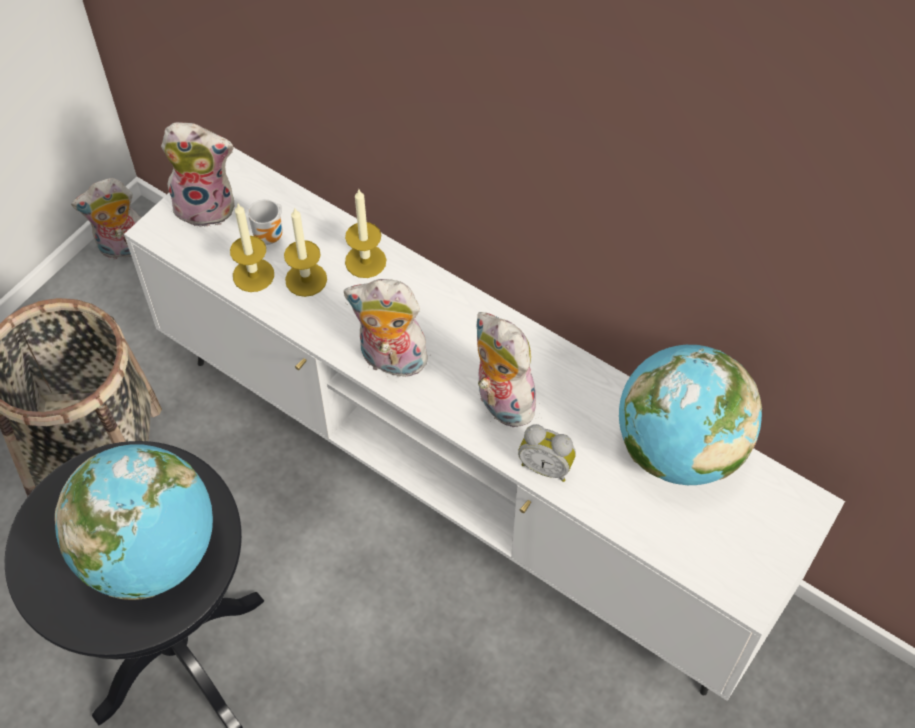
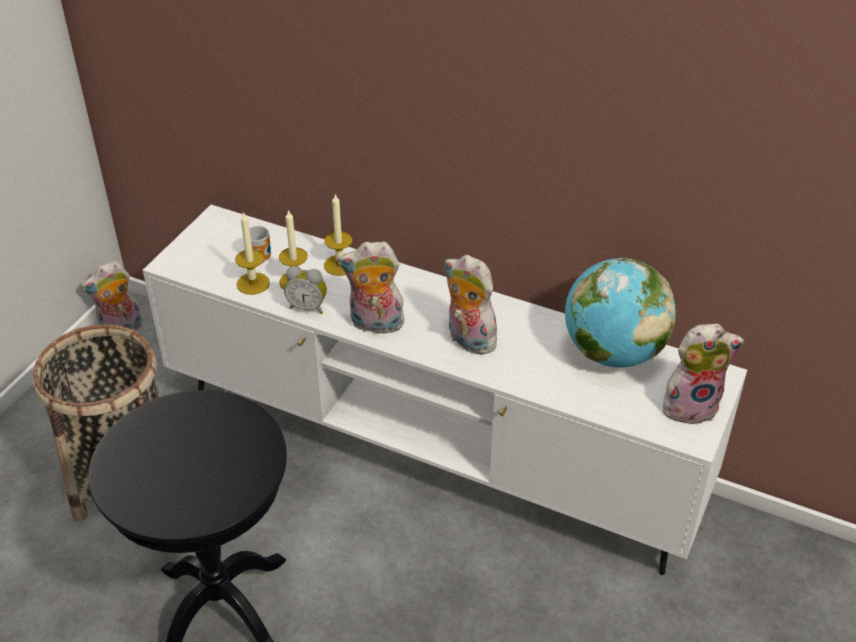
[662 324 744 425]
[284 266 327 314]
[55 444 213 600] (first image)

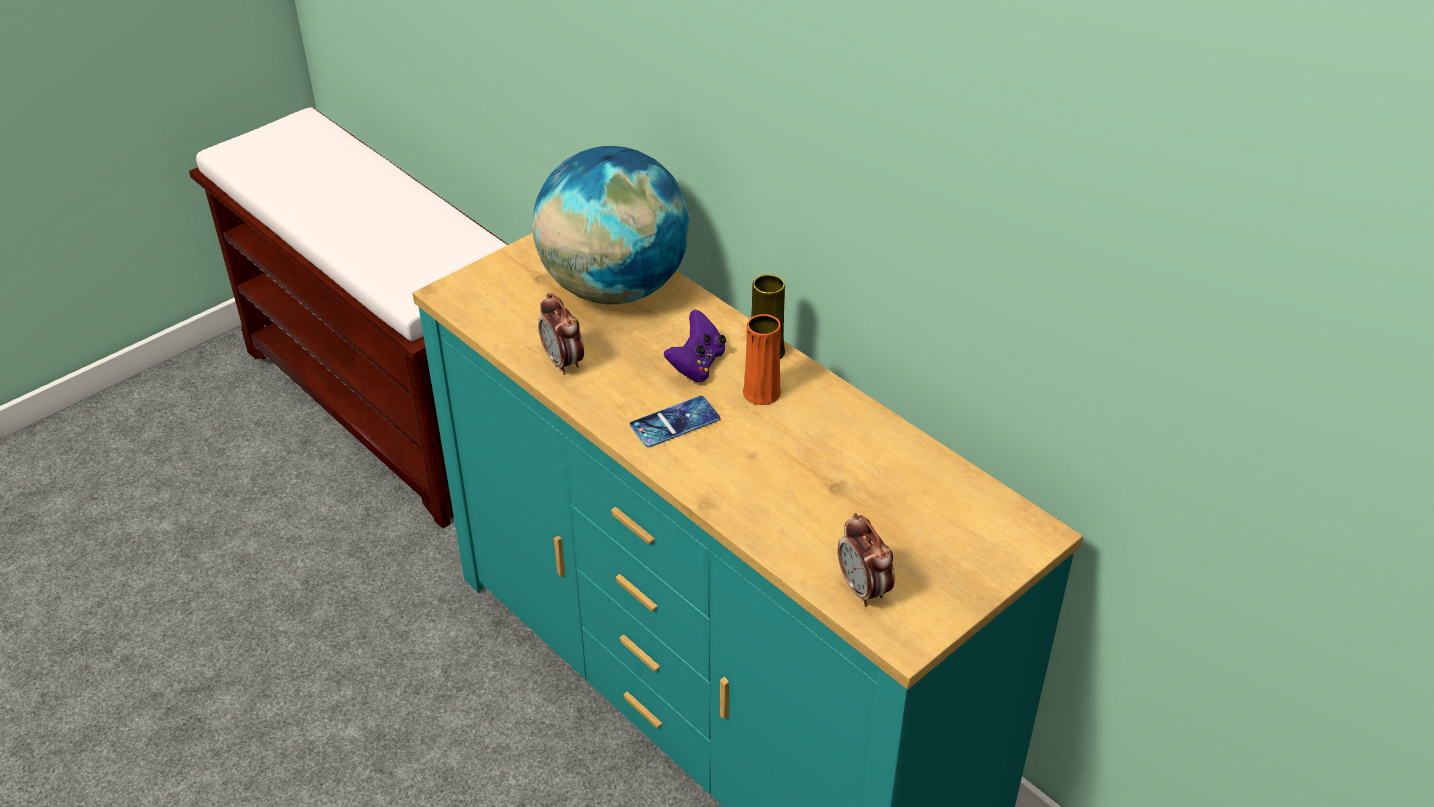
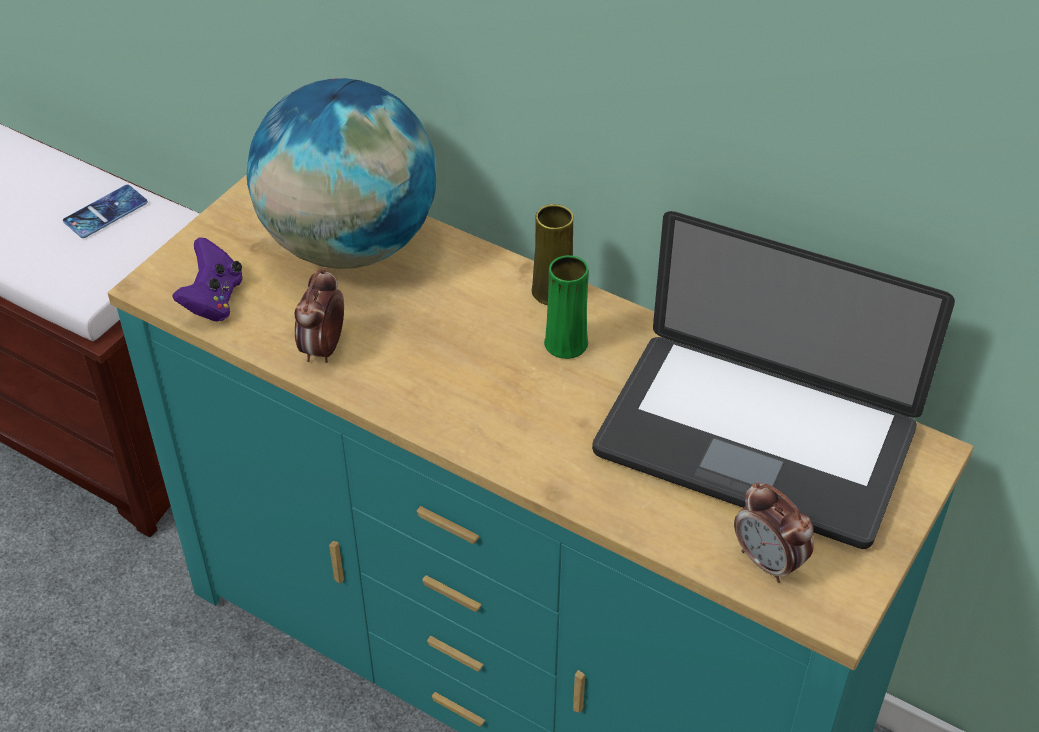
[295 267 344 363]
[173 237 242 322]
[544 255 589 359]
[63 185 148 238]
[592 211 955 549]

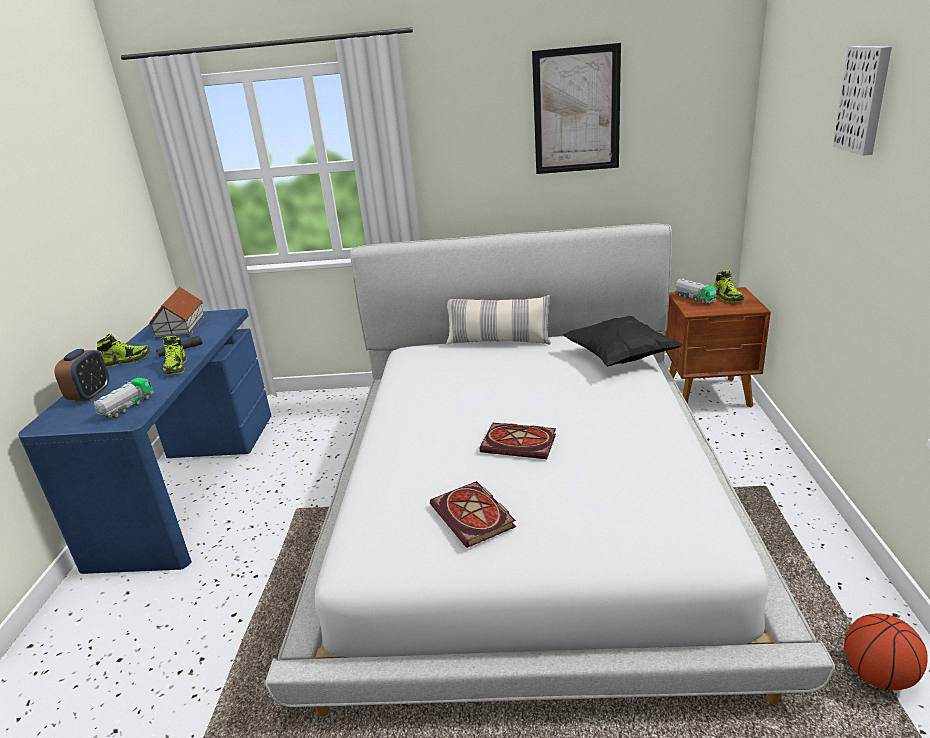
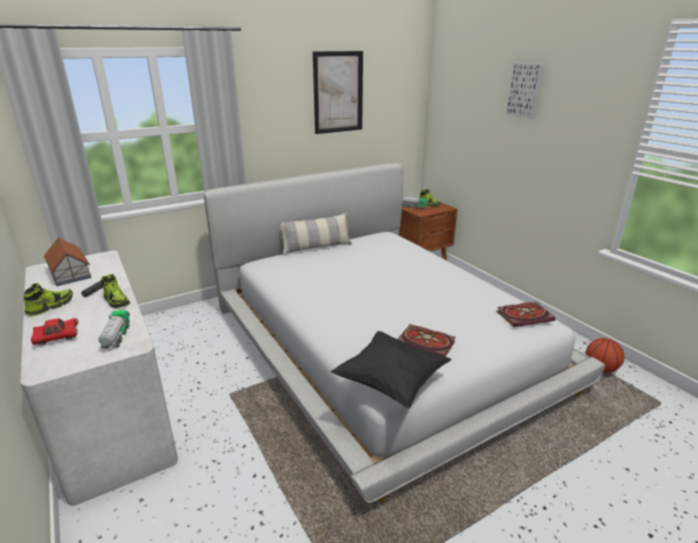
[20 251 178 506]
[331 331 451 408]
[31 318 78 345]
[497 302 555 327]

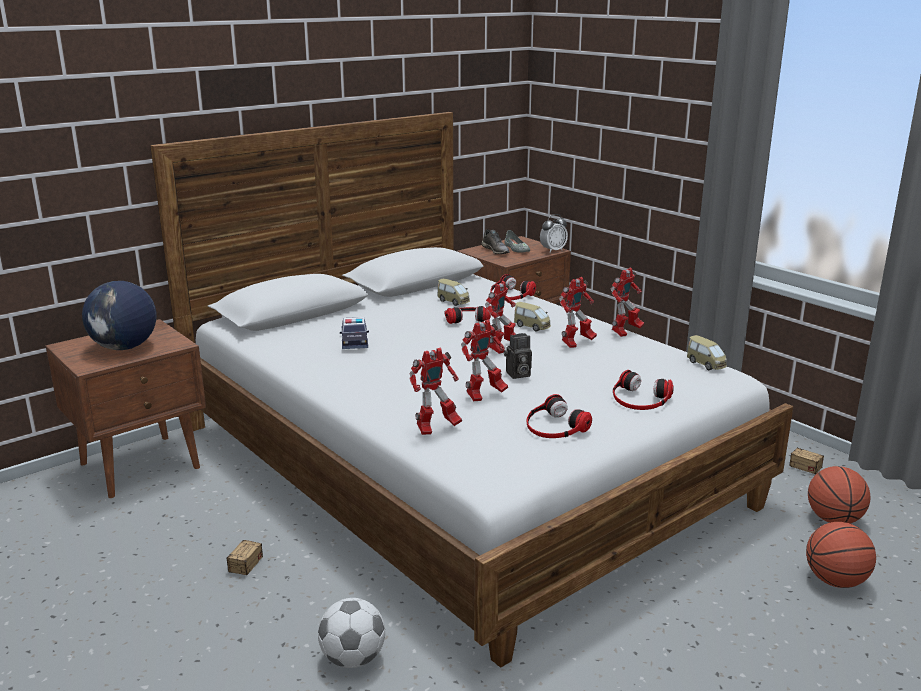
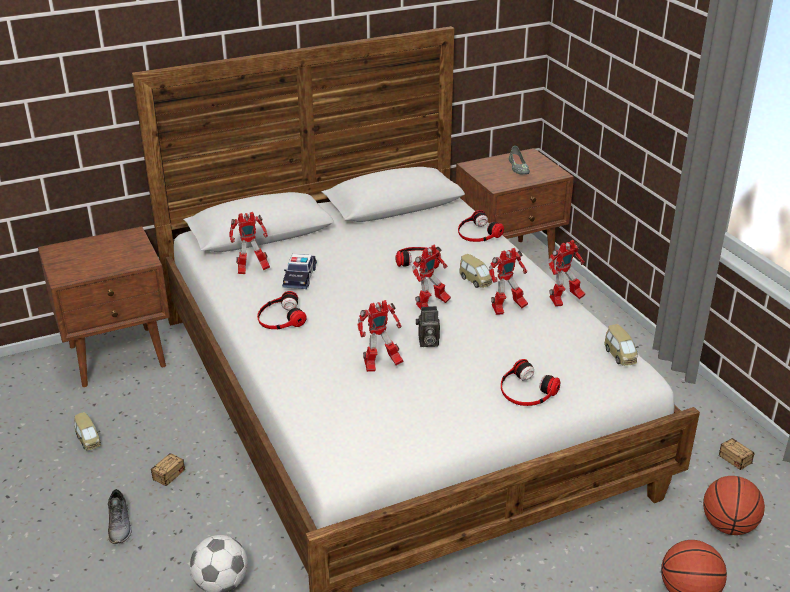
[540 214 568 252] (first image)
[108 489 132 544]
[74 412 101 450]
[82 281 157 350] (first image)
[229 212 270 274]
[257 291 307 329]

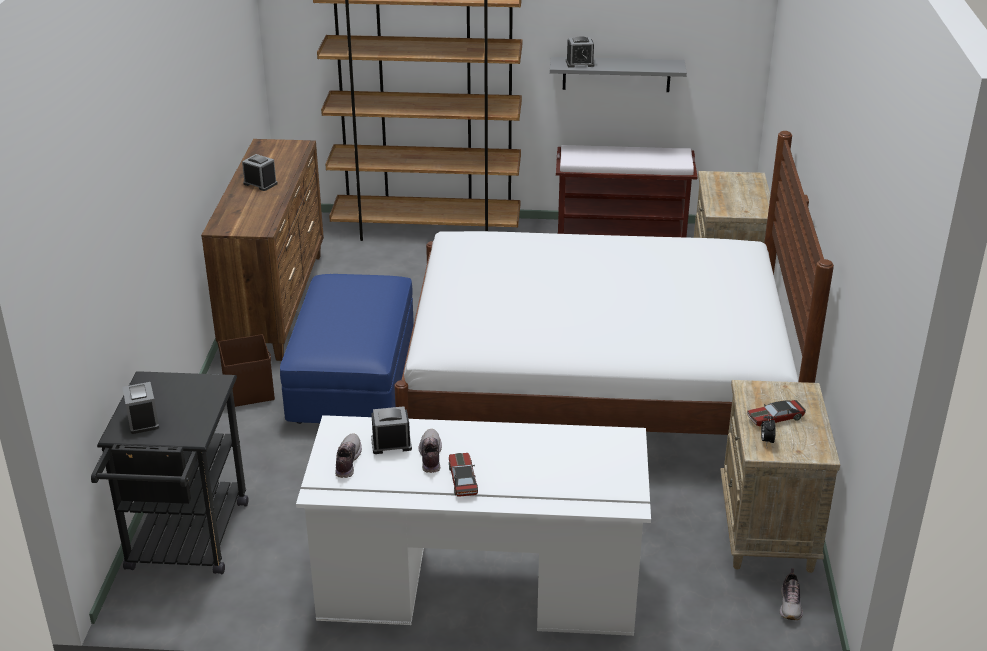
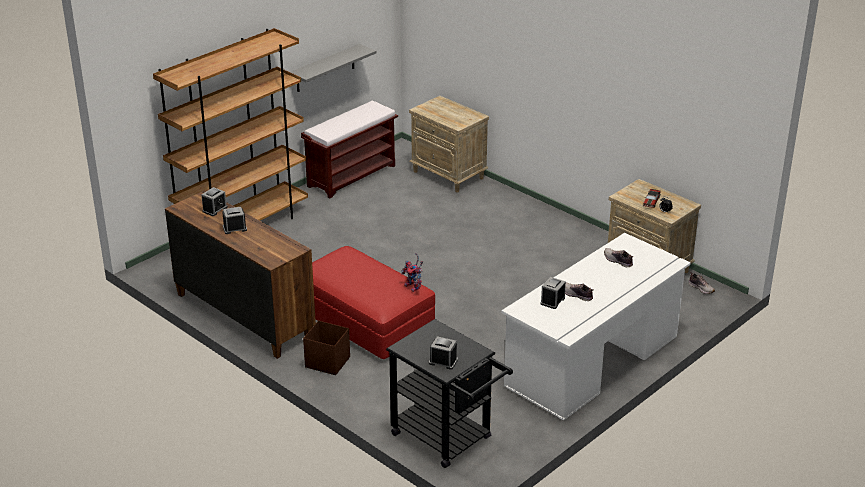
[201 187 227 216]
[394 131 834 435] (first image)
[312 246 435 359]
[604 248 634 268]
[449 453 478 497] (first image)
[402 253 423 292]

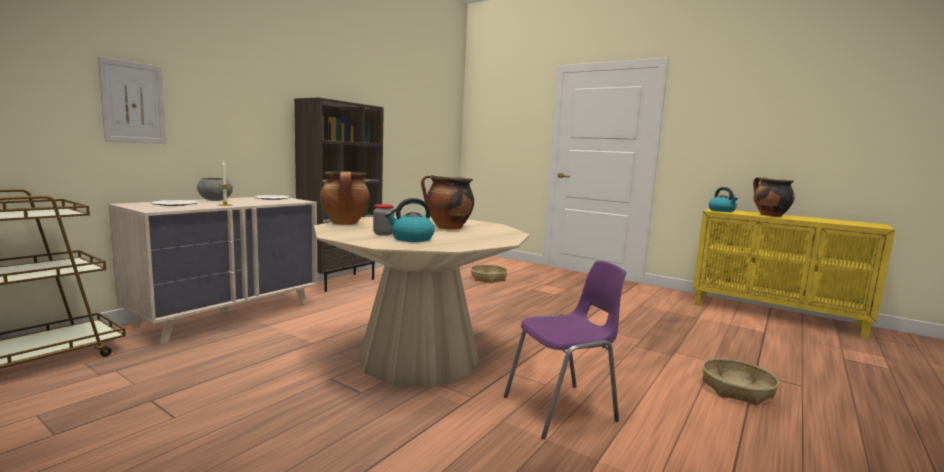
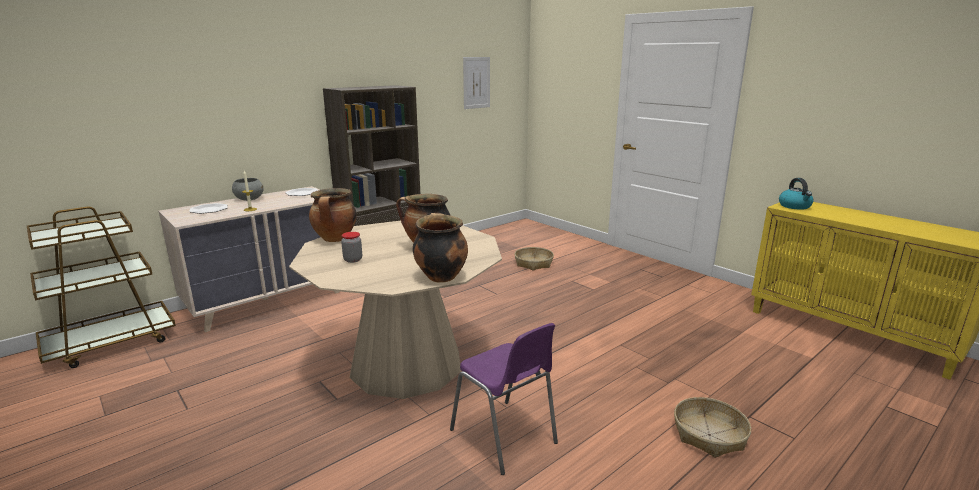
[463 57 490 109]
[413 213 468 283]
[385 198 435 242] (first image)
[450 323 558 475]

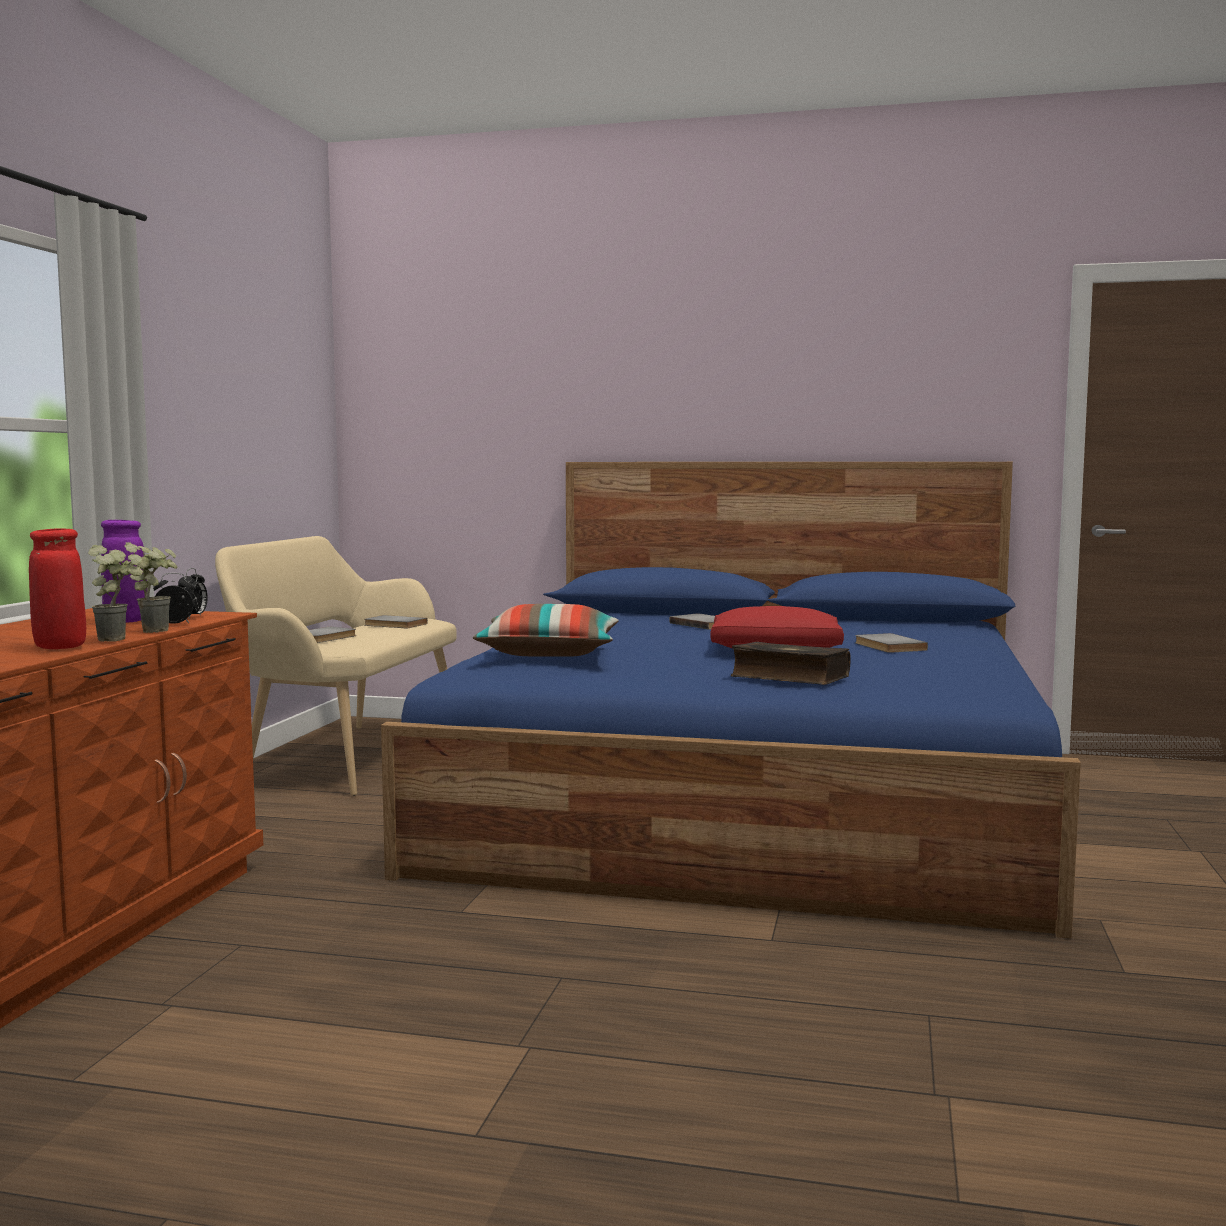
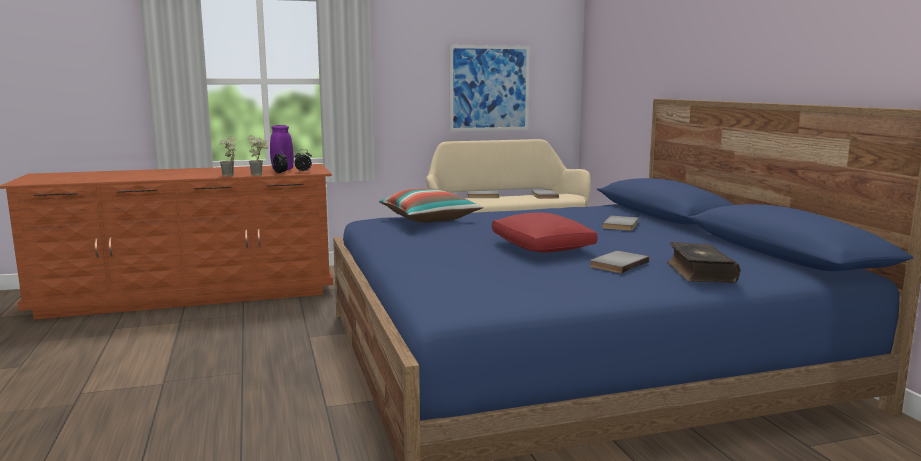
[29 529 86 649] (first image)
[667 242 740 283]
[449 45 530 131]

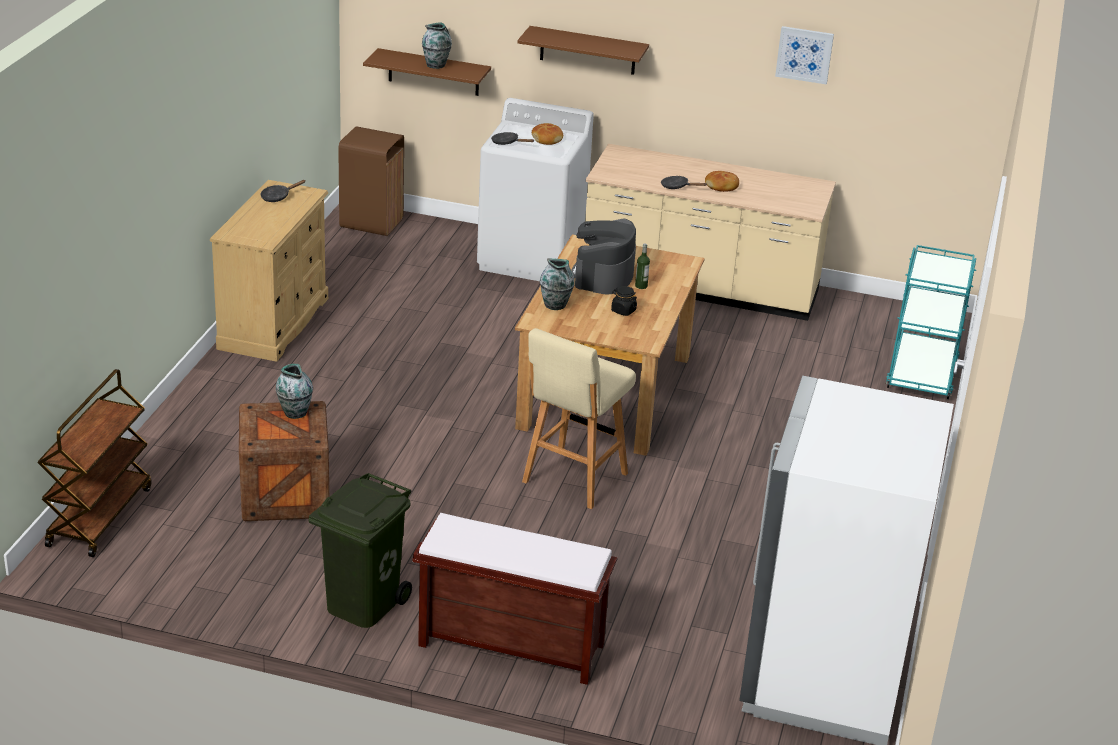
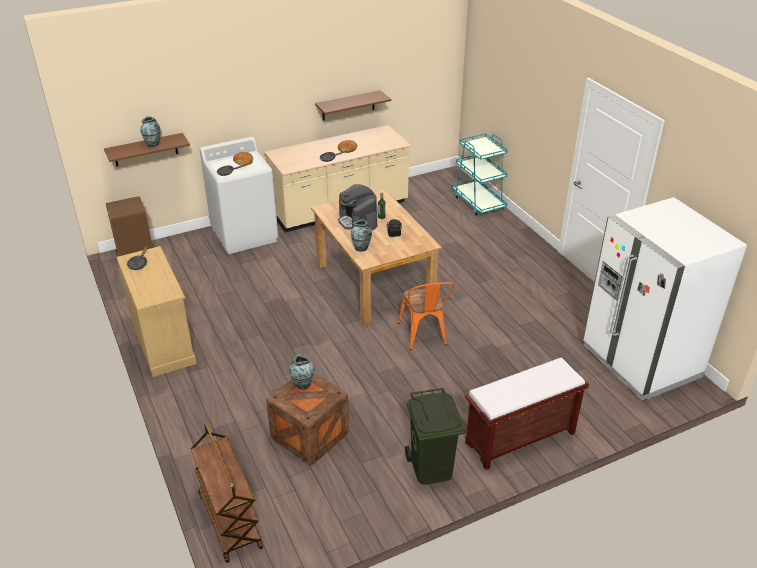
[315 90 391 120]
[775 26 834 84] (first image)
[397 282 455 350]

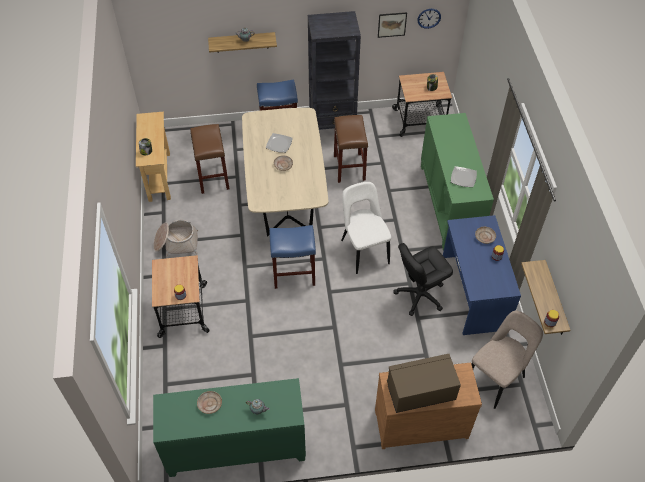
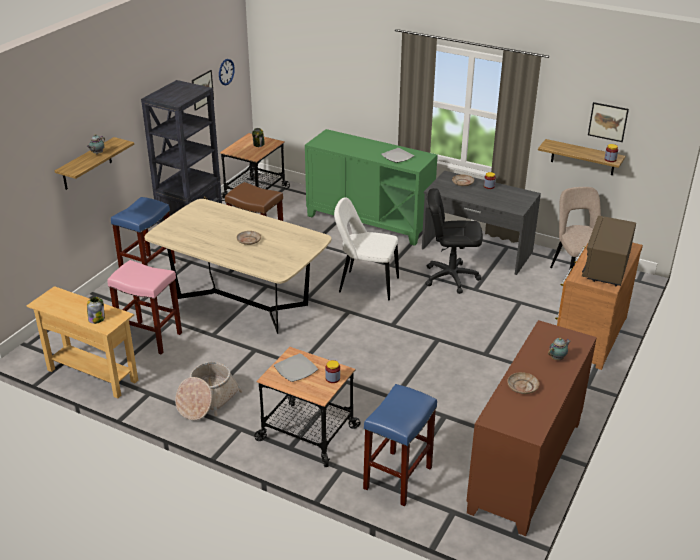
[107 260 182 354]
[274 353 318 382]
[422 171 541 275]
[363 384 437 506]
[425 188 483 294]
[466 320 597 536]
[588 102 629 142]

